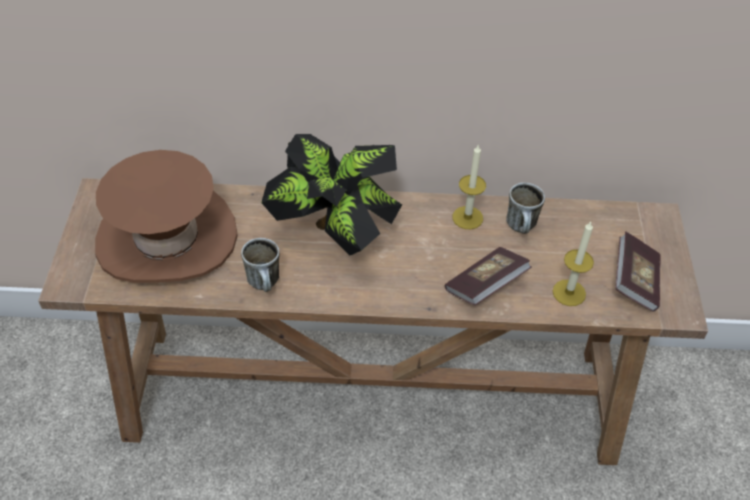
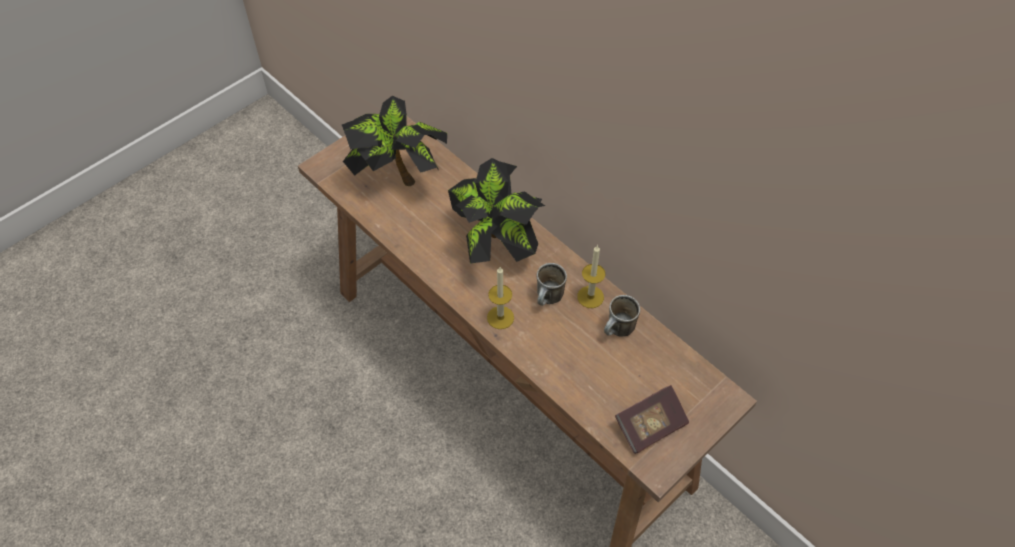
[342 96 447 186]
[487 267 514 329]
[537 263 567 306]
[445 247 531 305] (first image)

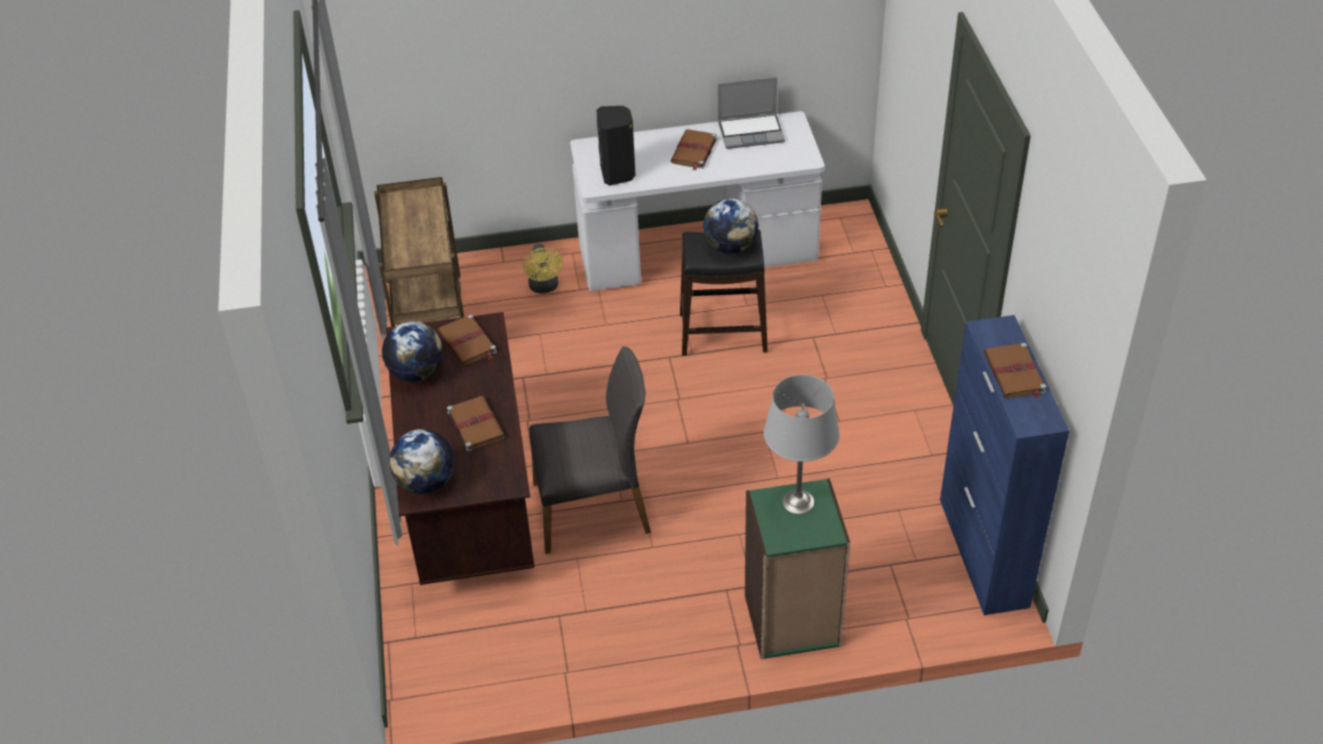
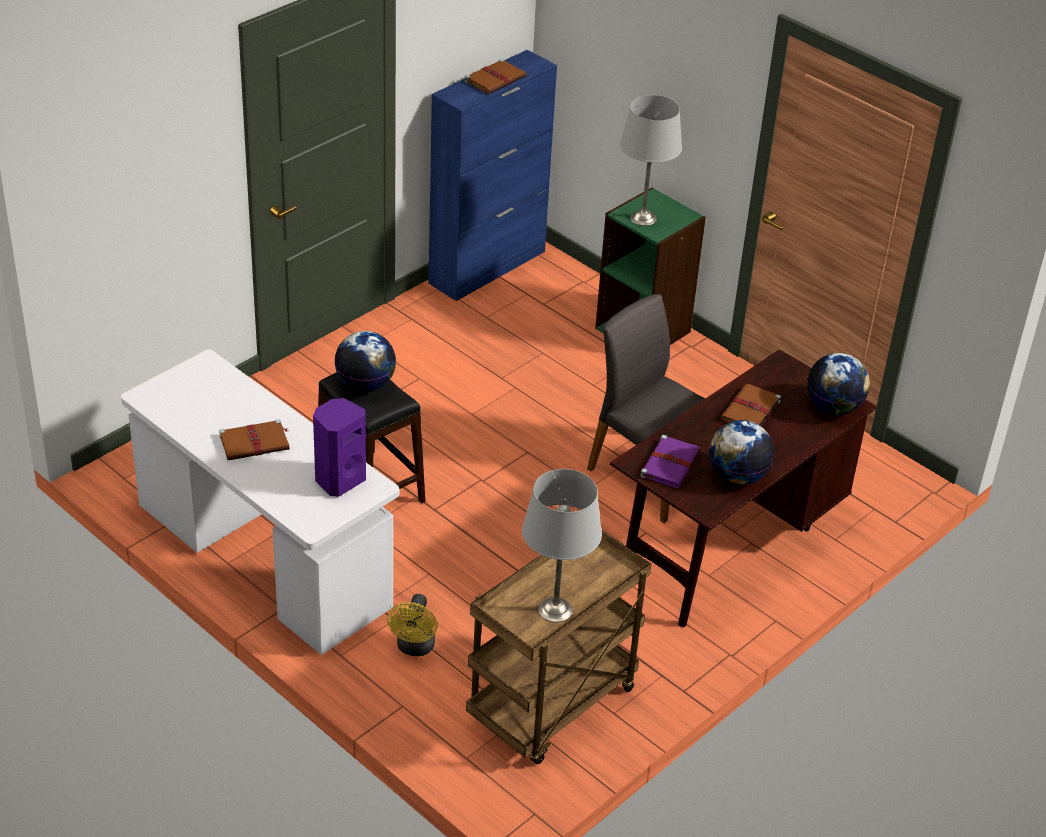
[718 77 785 149] (first image)
[313 398 366 497]
[387 594 438 656]
[640 435 701 488]
[522 469 602 623]

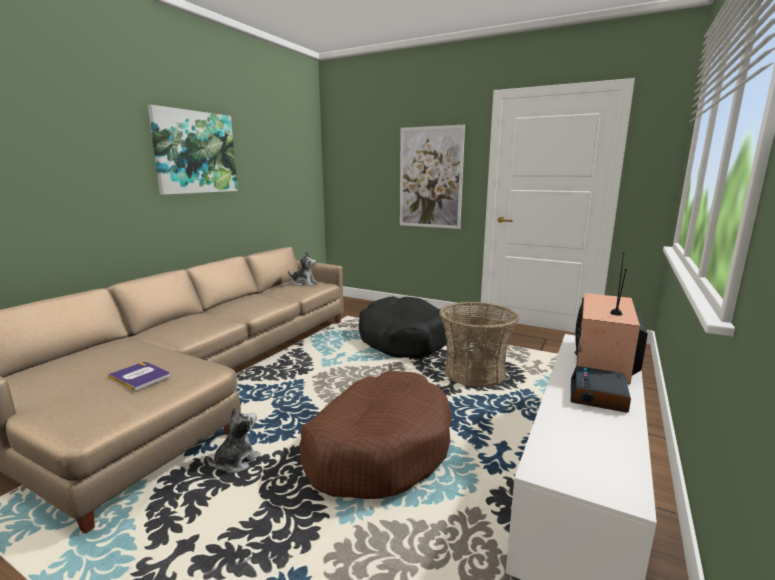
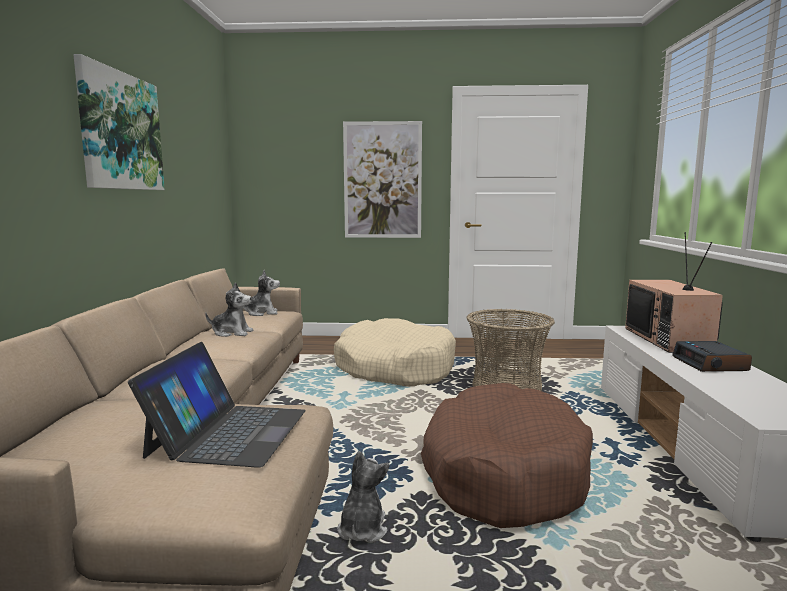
[334 318 456 386]
[128 342 306 468]
[205 282 253 337]

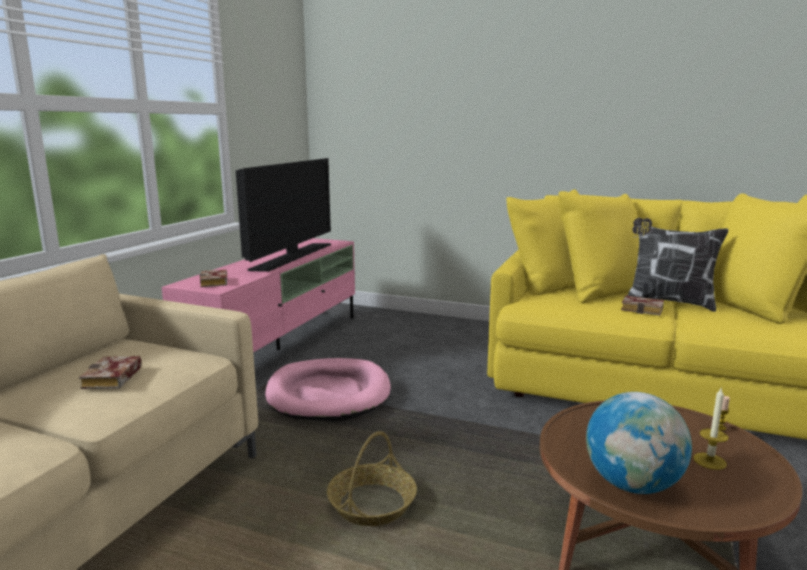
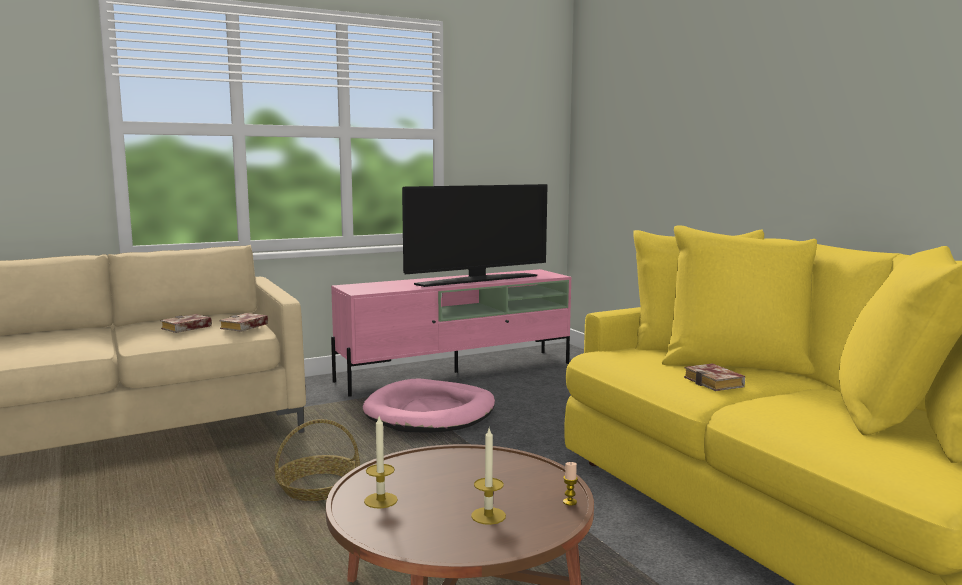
[627 218 728 312] (first image)
[219 313 268 332]
[364 416 398 509]

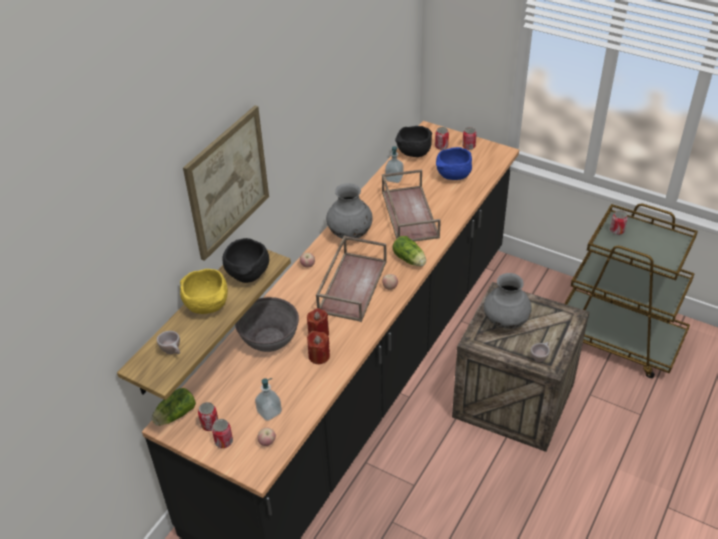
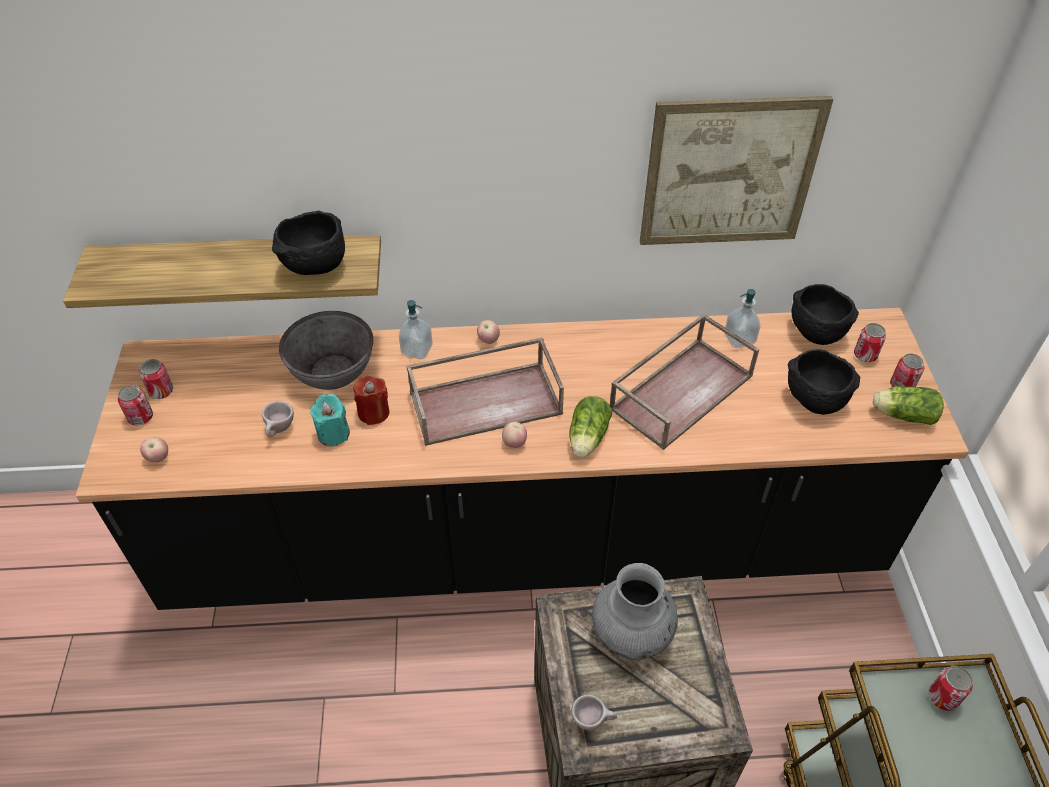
[640 96 833 245]
[788 349 860 415]
[326 183 373 240] (first image)
[180 269 228 314] (first image)
[262 401 294 438]
[310 394 350 446]
[399 300 433 359]
[873 386 944 425]

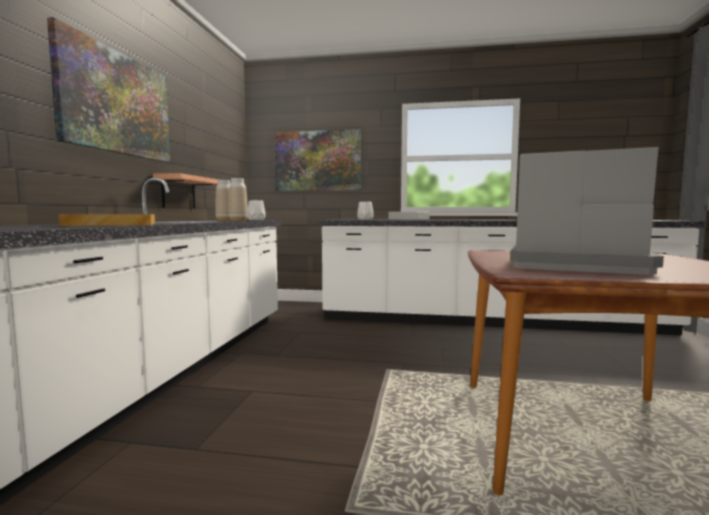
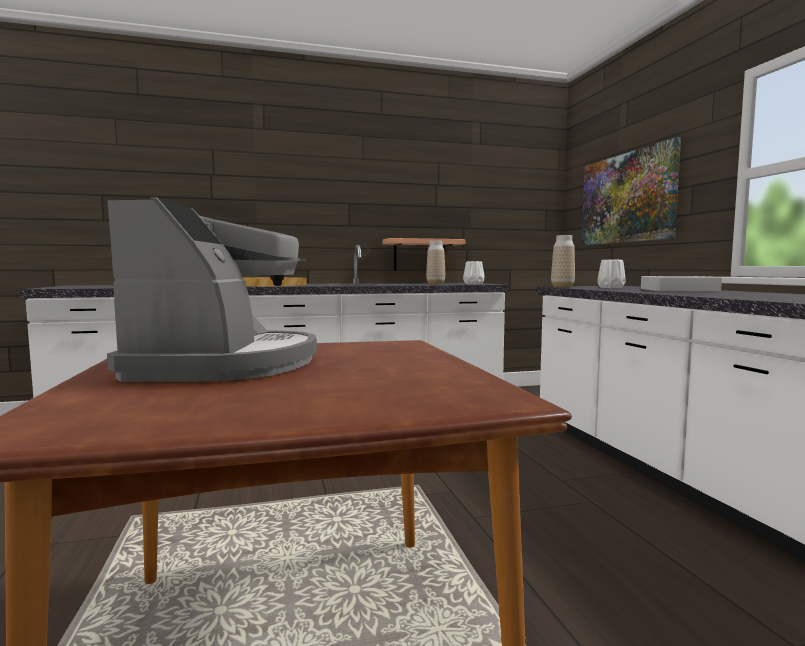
[47 17 170 162] (first image)
[551 235 575 287]

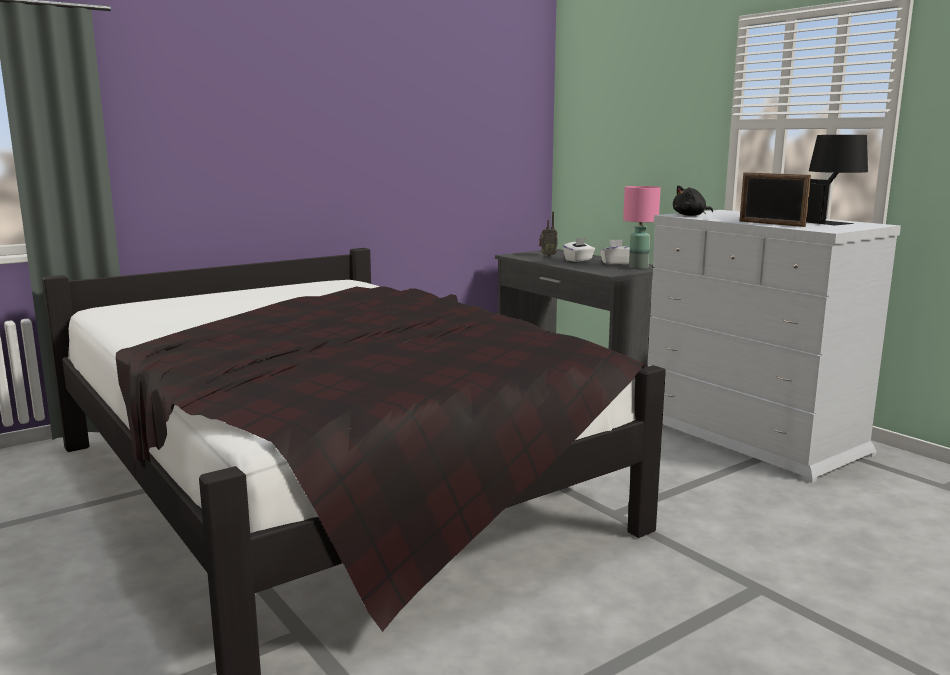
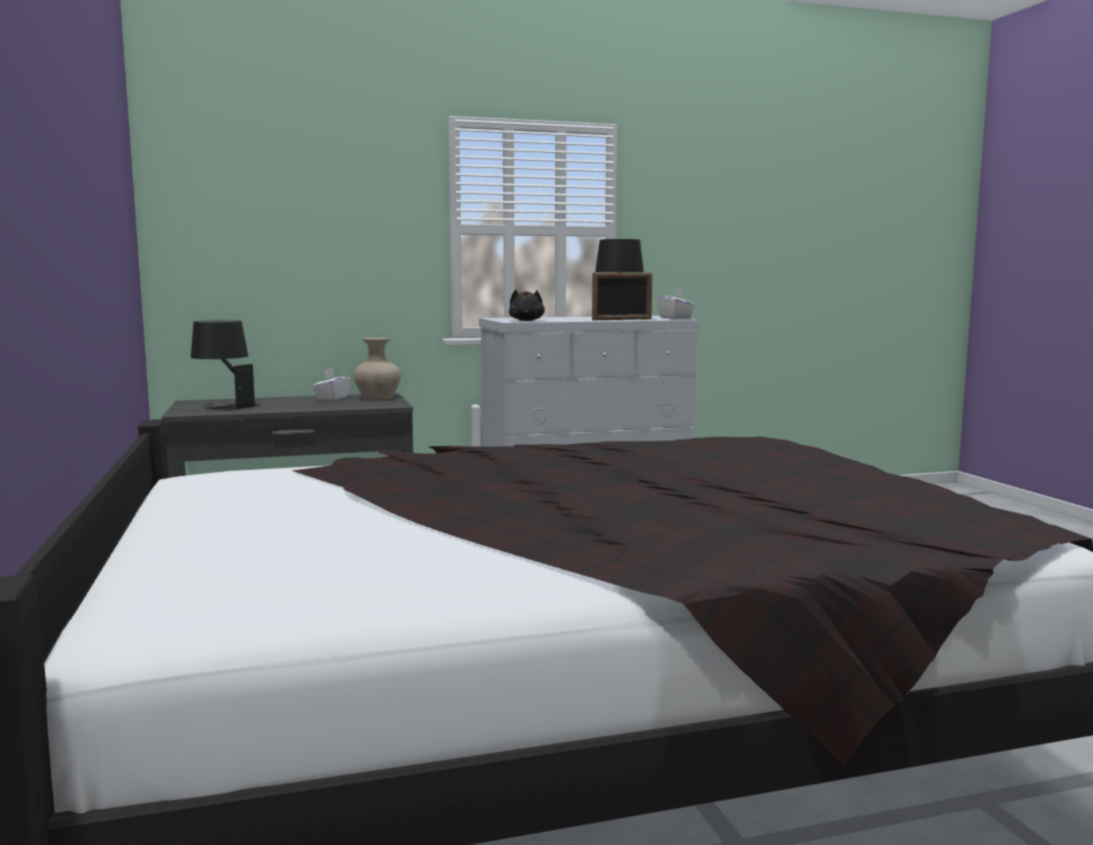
[354 338 401 400]
[191 320 262 411]
[657 289 695 319]

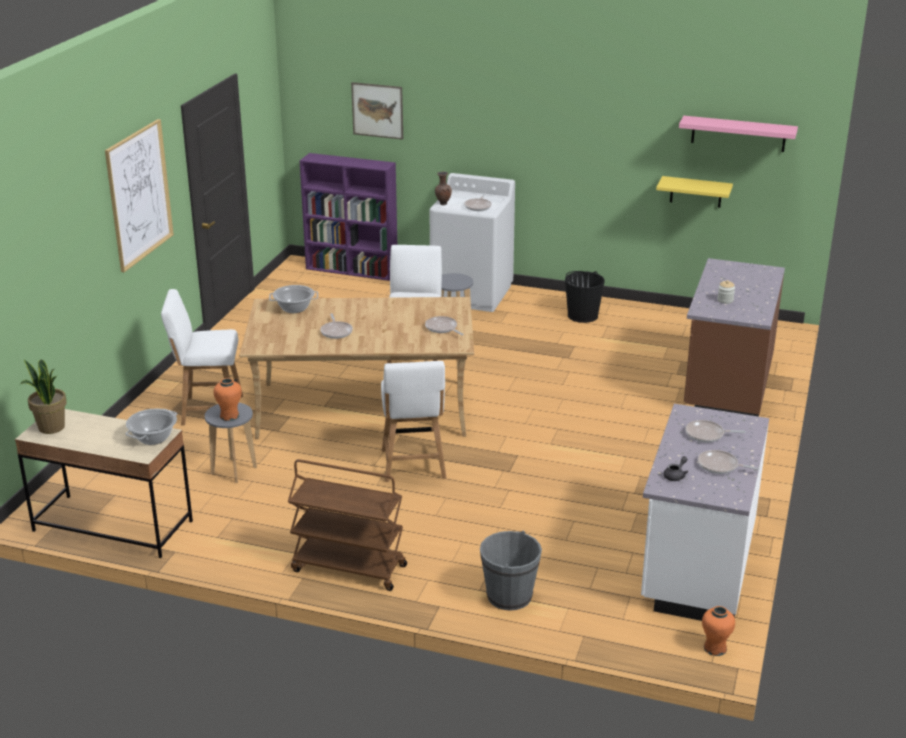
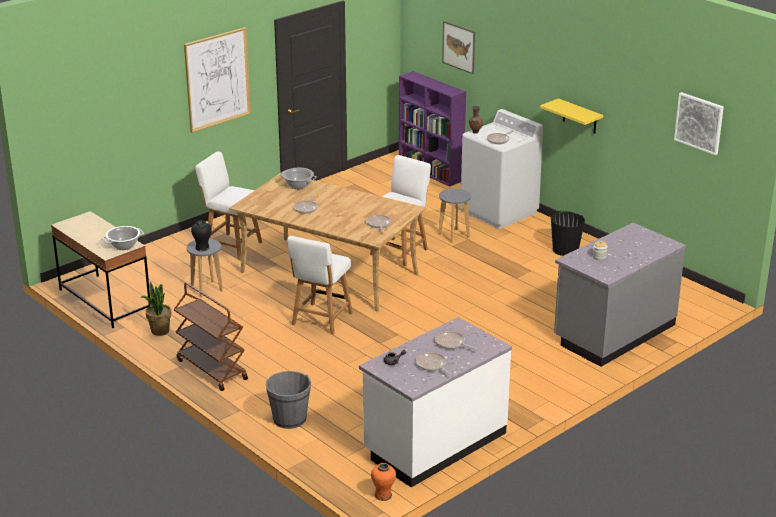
[674 92 724 155]
[540 98 603 133]
[554 223 686 367]
[140 281 172 336]
[191 220 212 252]

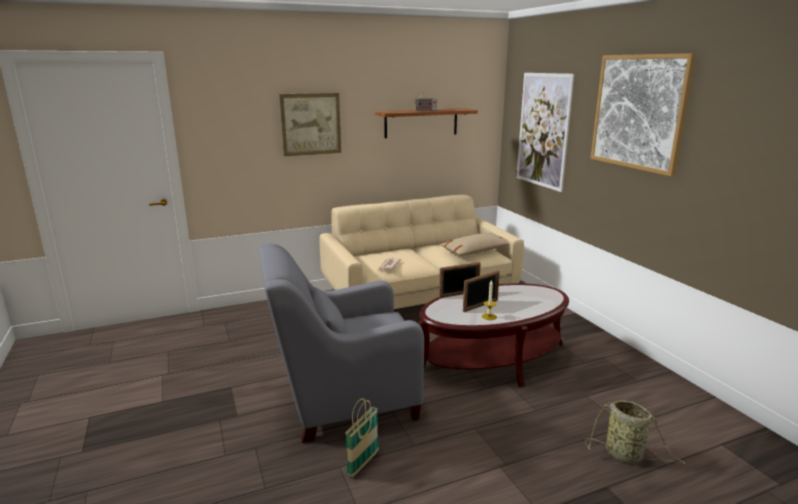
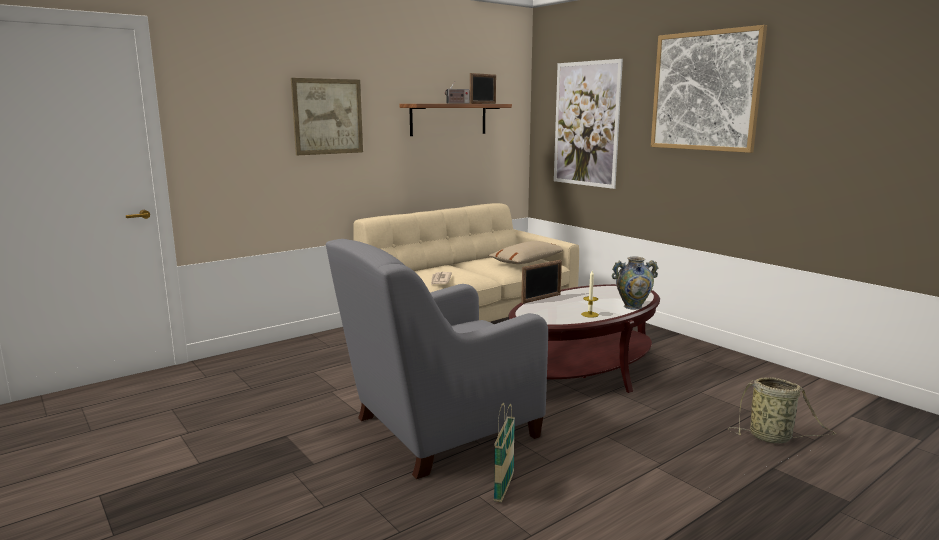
[470 73 496 104]
[612 256 659 310]

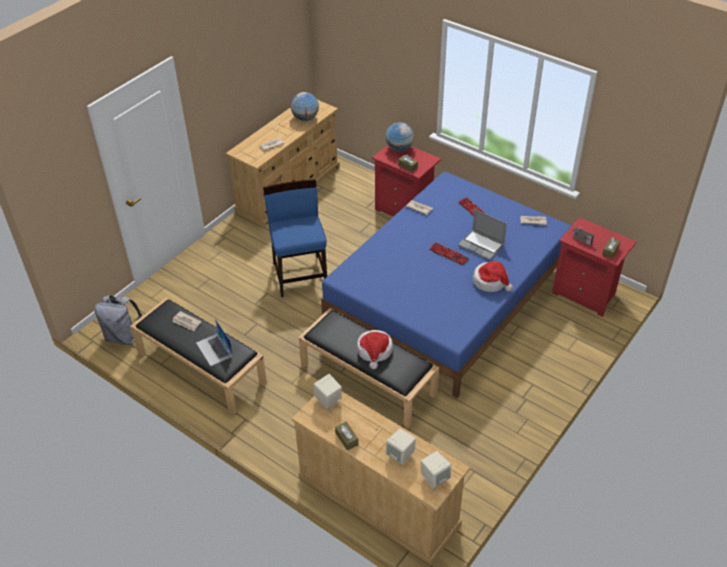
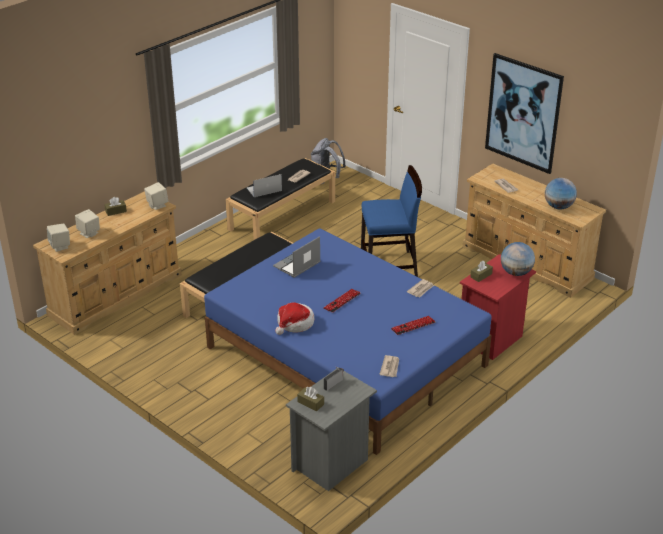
[273 236 320 278]
[286 367 377 491]
[357 330 393 369] (first image)
[485 53 564 174]

